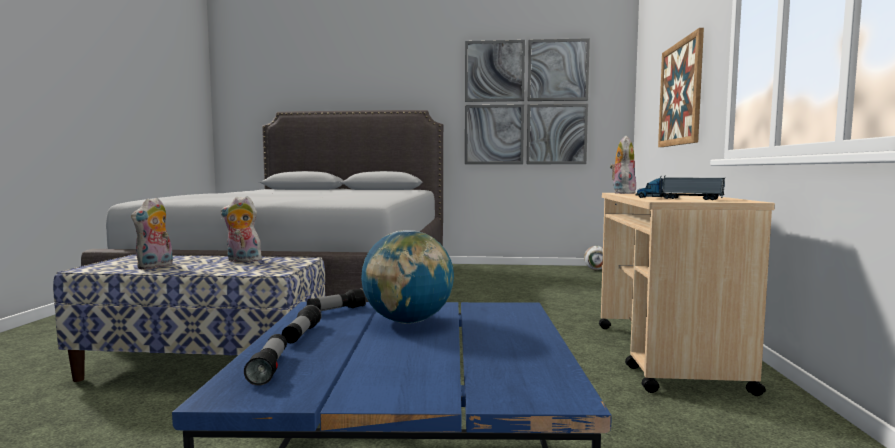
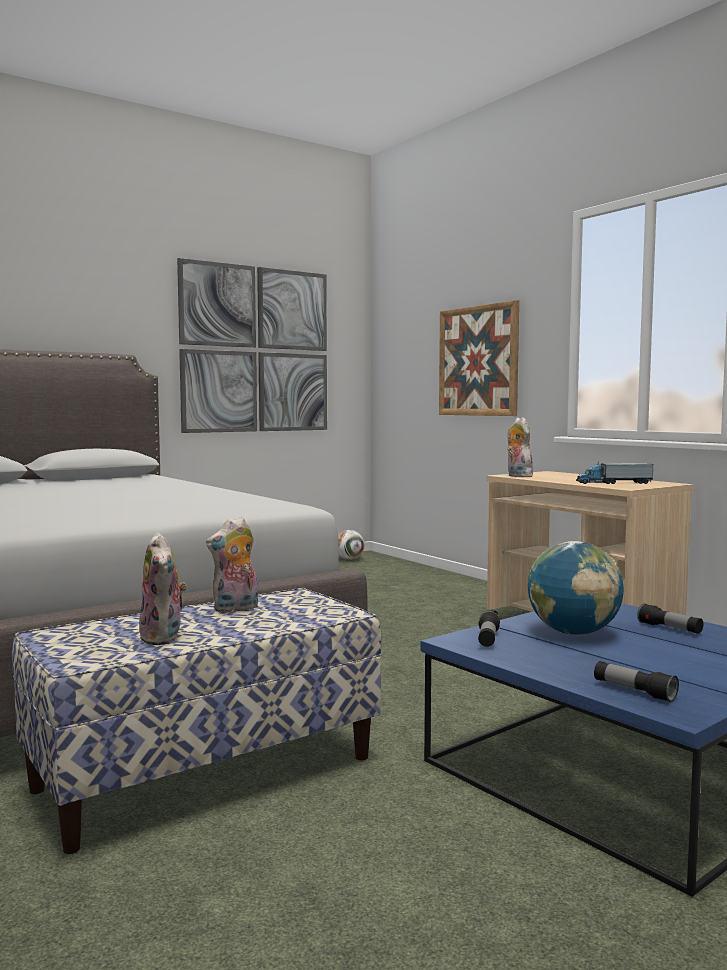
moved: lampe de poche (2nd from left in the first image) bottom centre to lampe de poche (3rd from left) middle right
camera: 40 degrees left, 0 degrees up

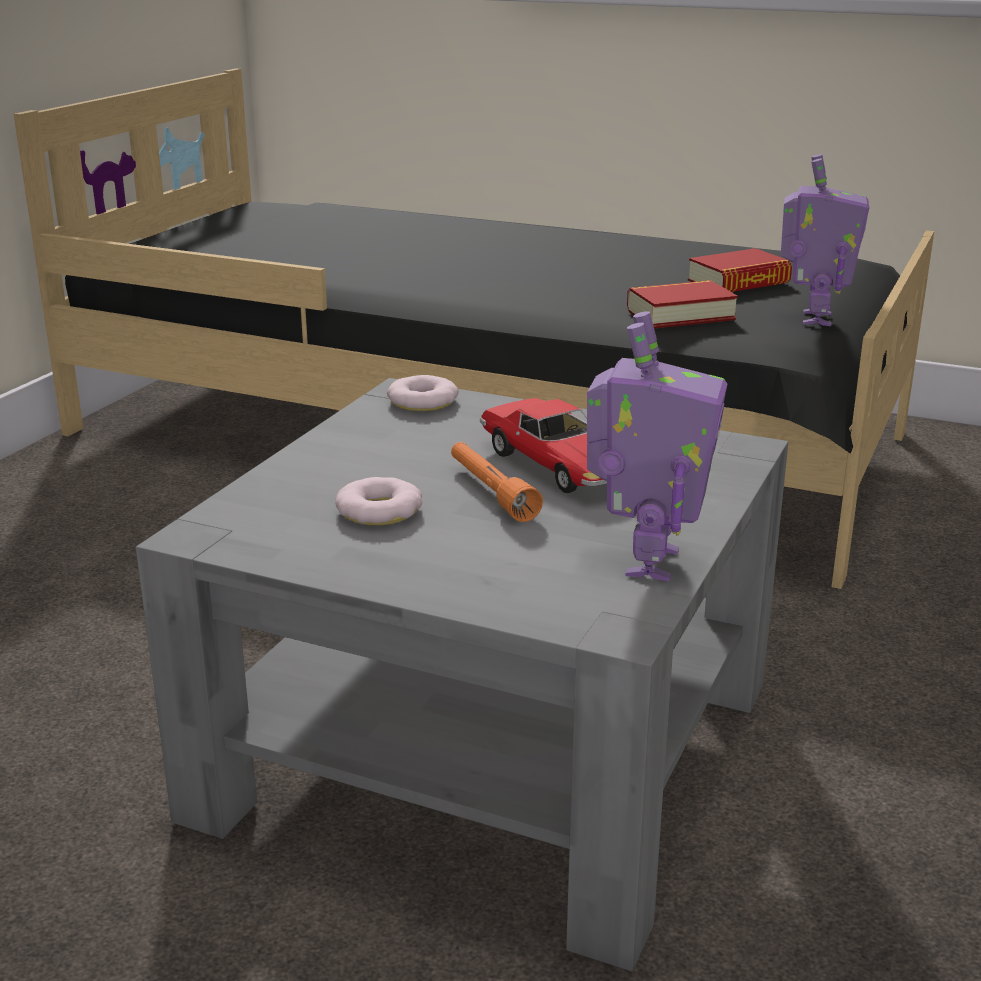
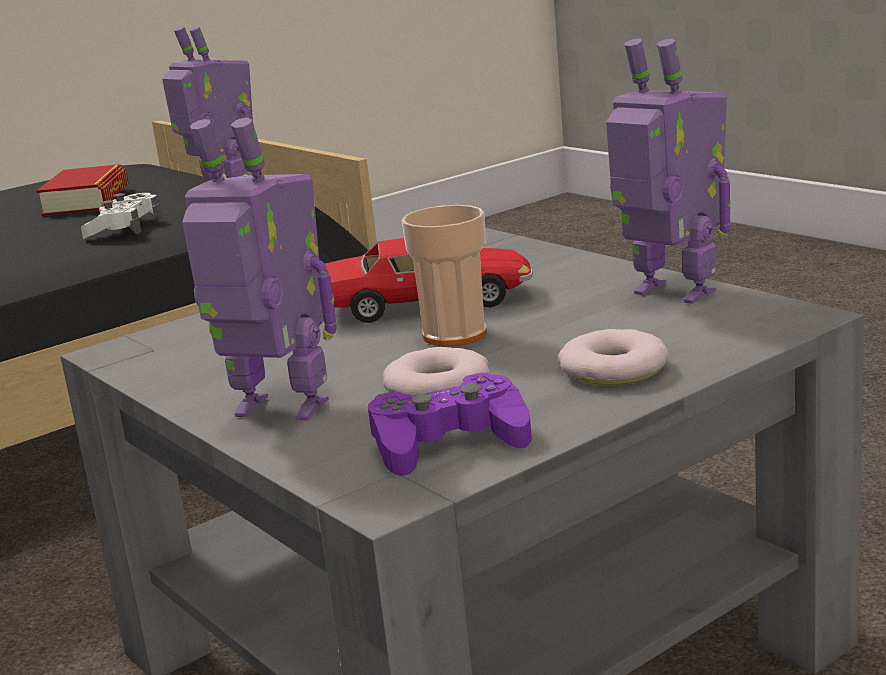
added: robot jouet (2nd from left) middle left; manette [violet] centre
moved: beignet (2nd from left) centre to middle right
replaced: lampe de poche [orange] centre to tasse centre; livre (1st from left) top right to manette [blanc] top left
camera: 60 degrees left, 5 degrees down

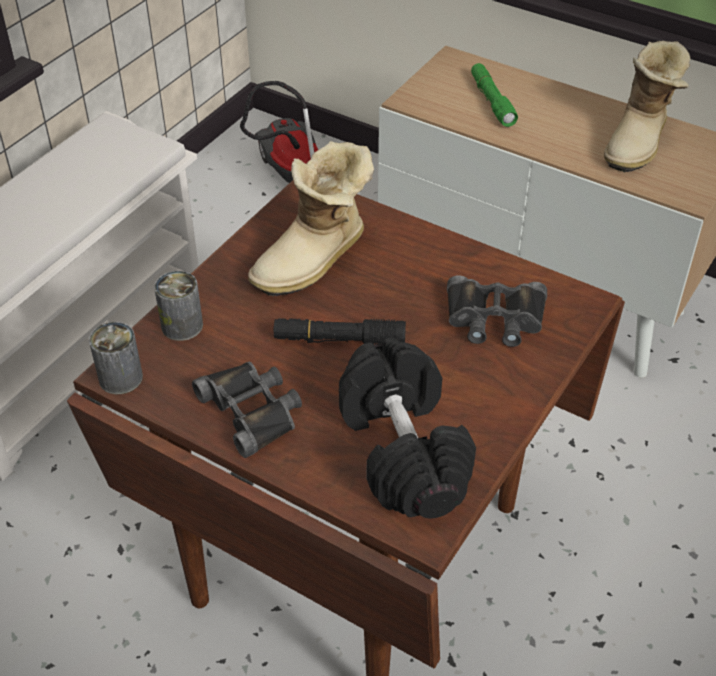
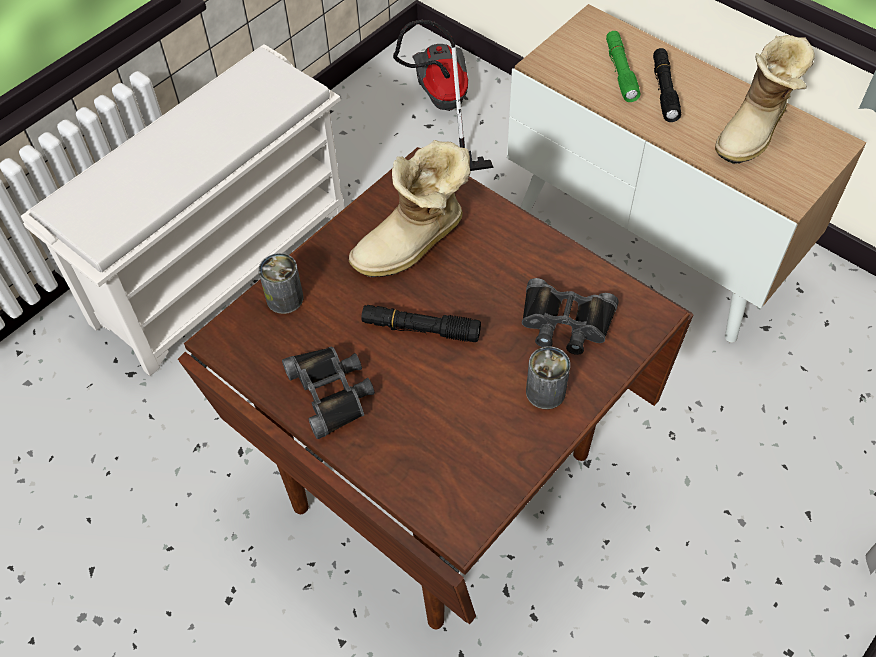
removed: haltère [noir] centre
added: lampe de poche [noir] (2nd from left) top right
moved: boîte métallique (1st from left in the first image) middle left to boîte métallique (2nd from left) centre
camera: 10 degrees right, 10 degrees up

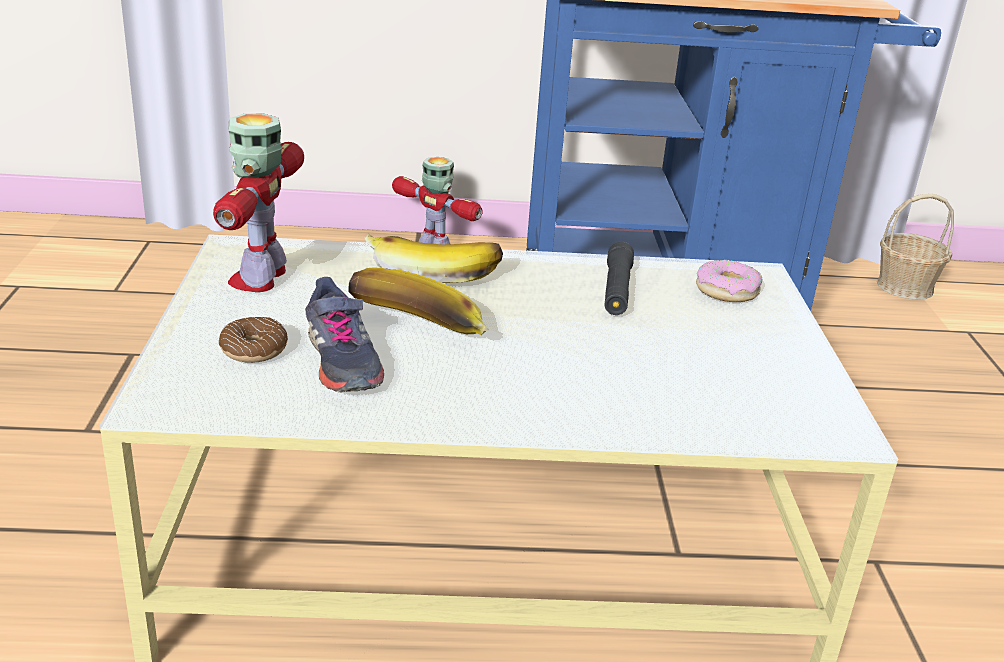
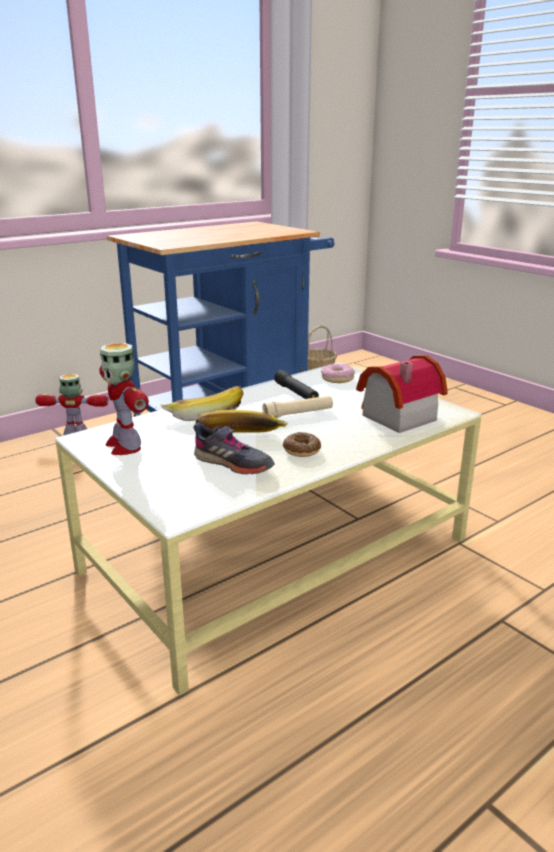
added: lampe de poche [beige] centre; maison miniature middle right
moved: beignet (1st from left) middle left to centre
camera: 35 degrees left, 5 degrees down

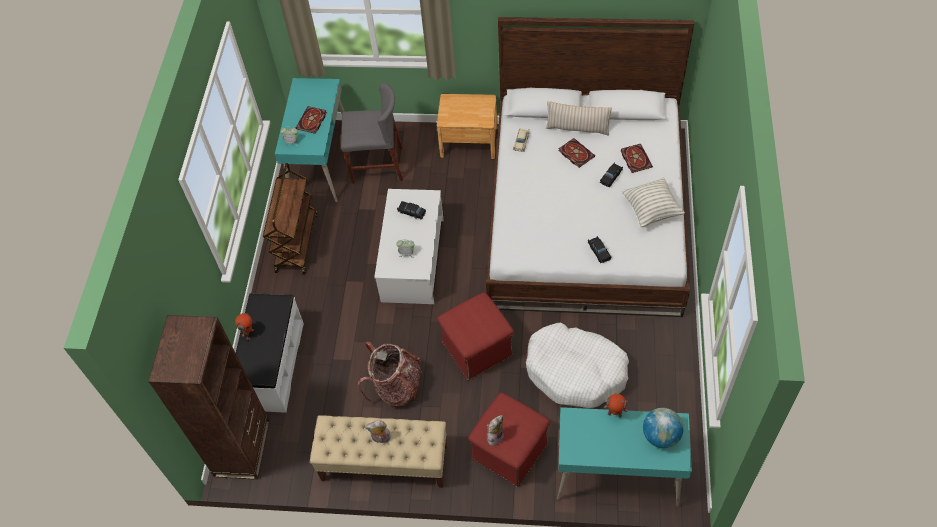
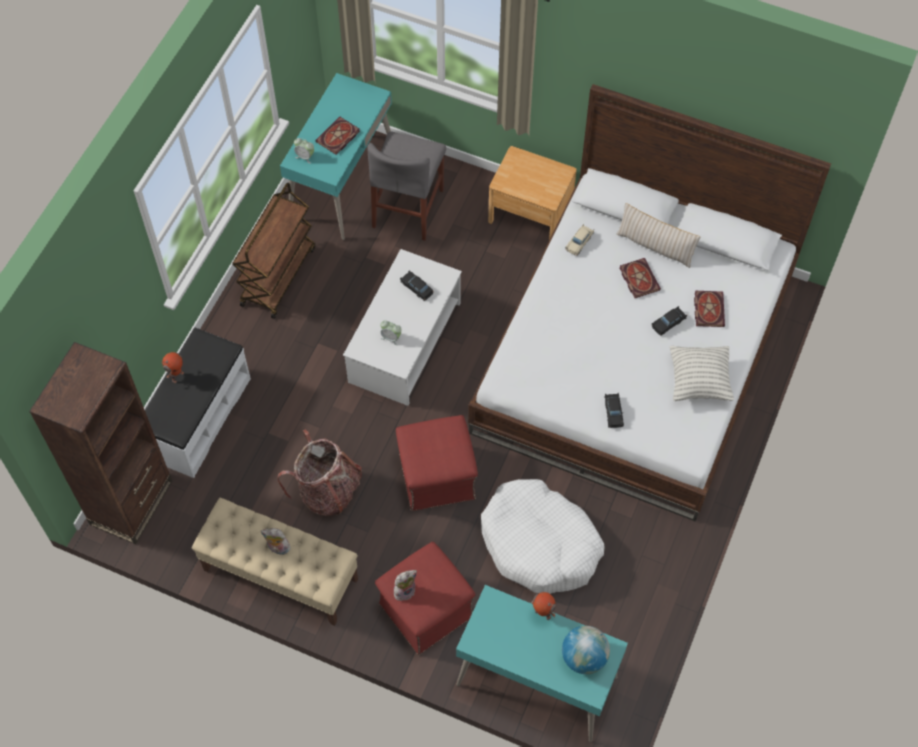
turned: chaise [gris] top centre = top centre 90 degrees clockwise
camera: 15 degrees right, 5 degrees up

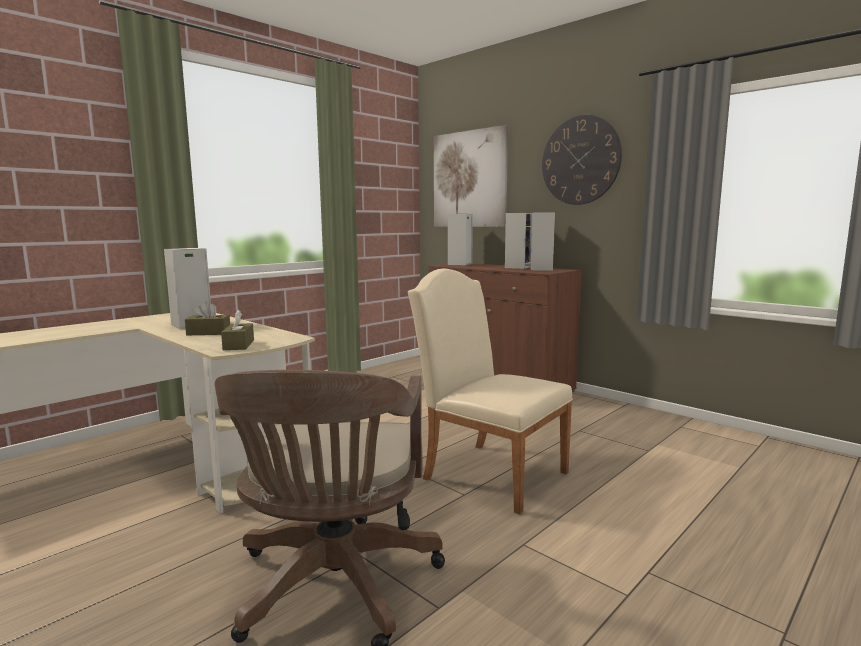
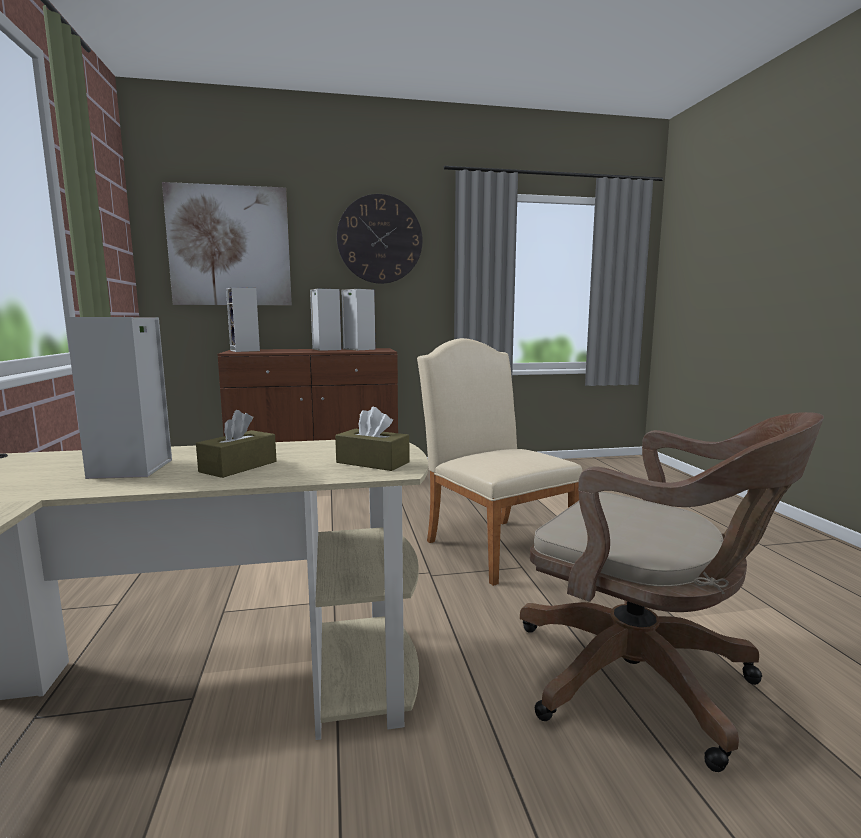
turned: chaise [beige] centre = centre 75 degrees clockwise
camera: 55 degrees left, 0 degrees up

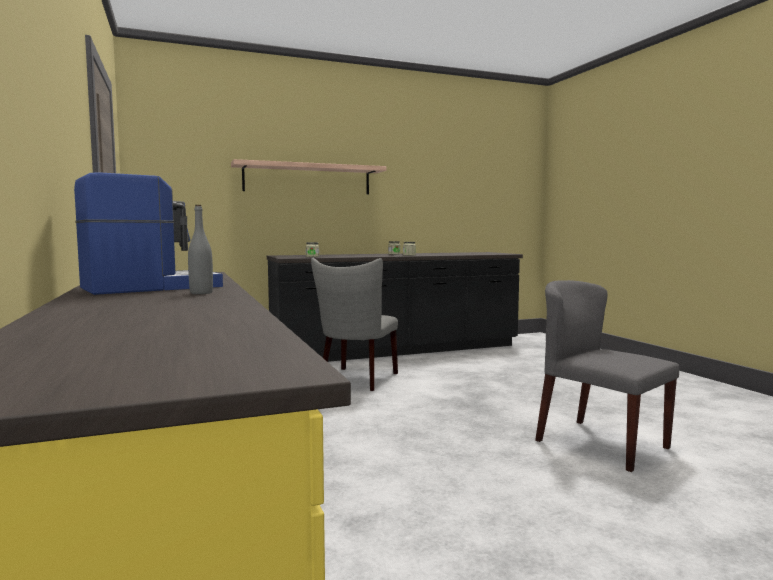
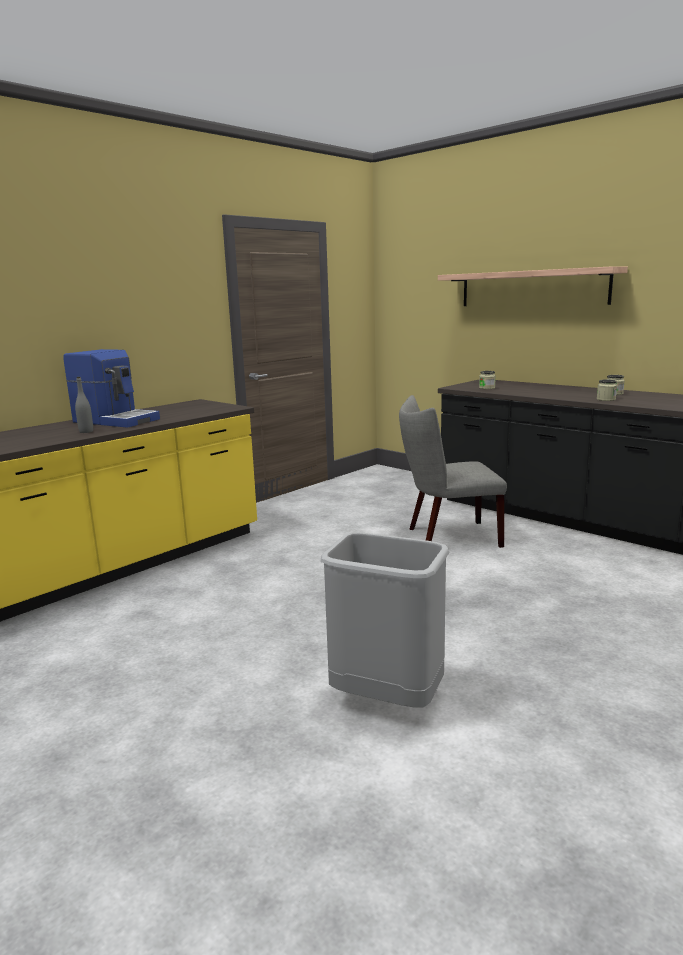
replaced: chaise [gris] (2nd from left) middle right to poubelle [gris] centre
camera: 65 degrees right, 10 degrees up

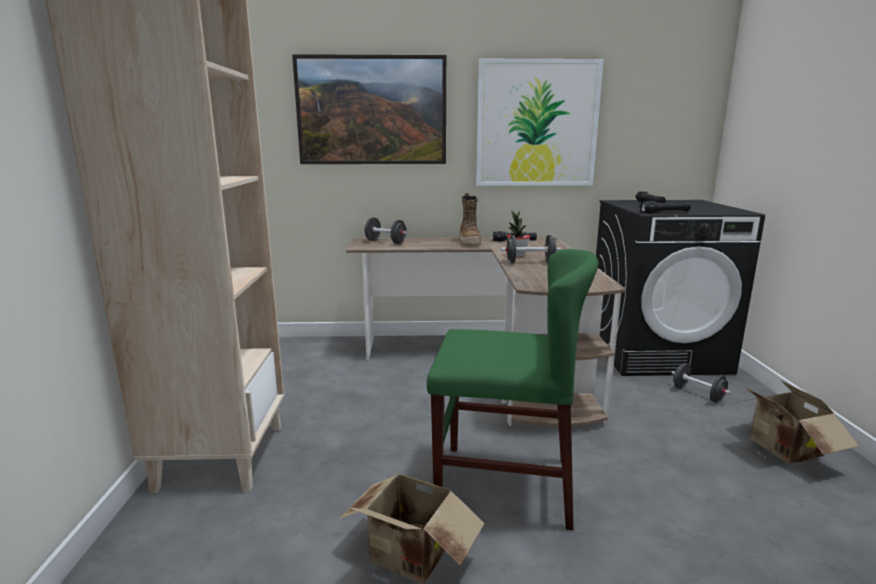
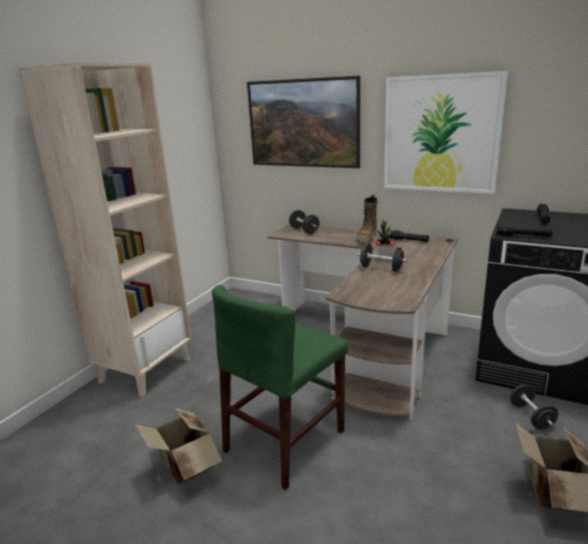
turned: chaise [vert] centre = bottom centre 90 degrees clockwise
camera: 30 degrees right, 5 degrees up

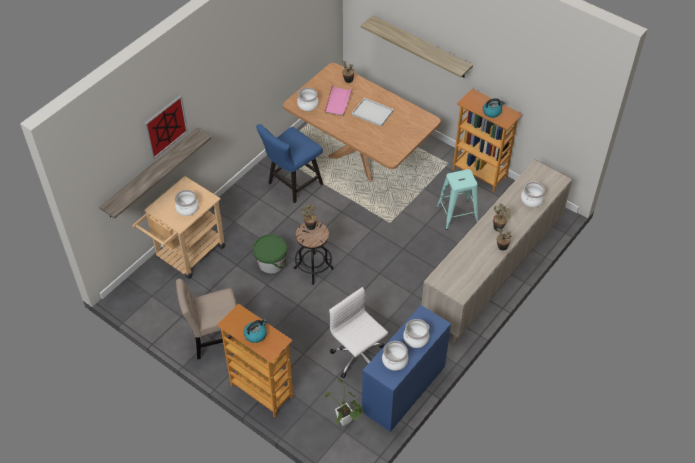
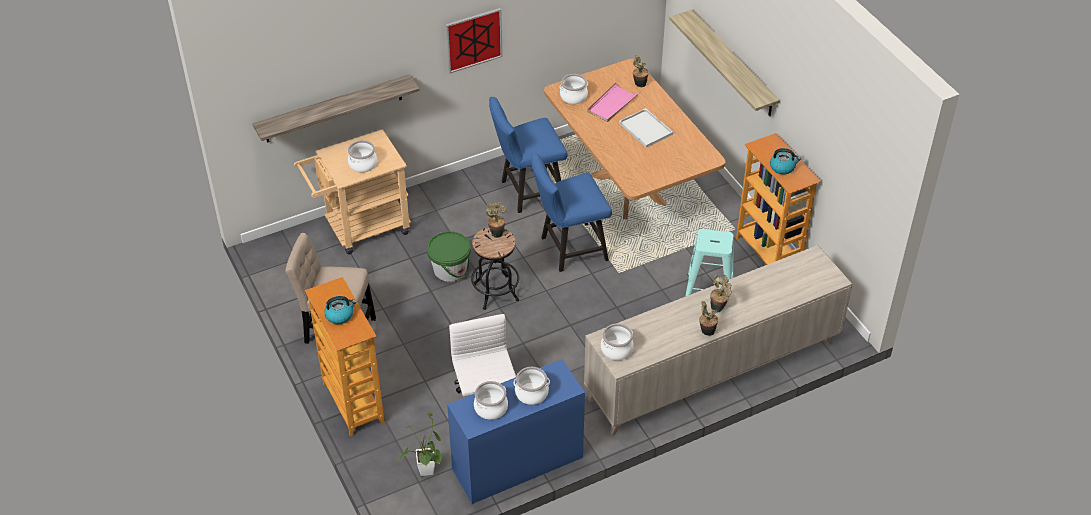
added: chaise [bleu] (2nd from left) centre
moved: tableau top left to top centre; marmite (5th from left) middle right to centre
camera: 25 degrees right, 5 degrees down

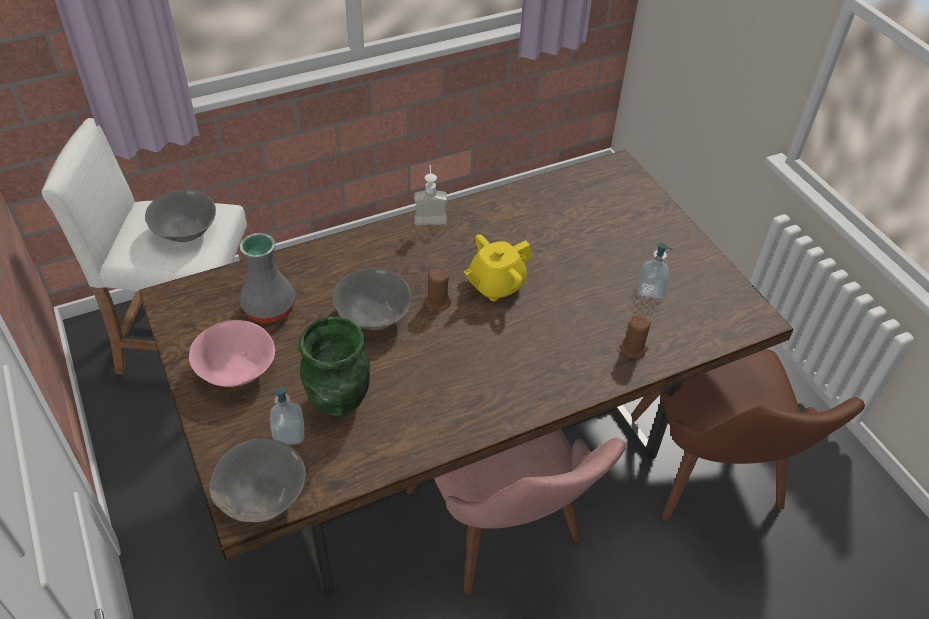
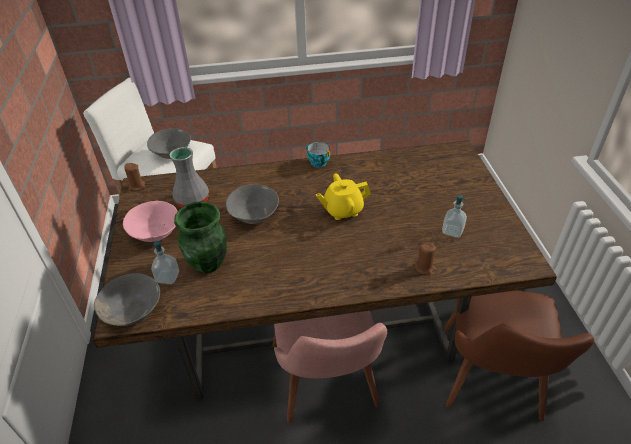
moved: bougie [marron] (1st from left) centre to middle left
replaced: distributeur de savon (2nd from left) top centre to tasse centre
camera: 20 degrees right, 5 degrees down

